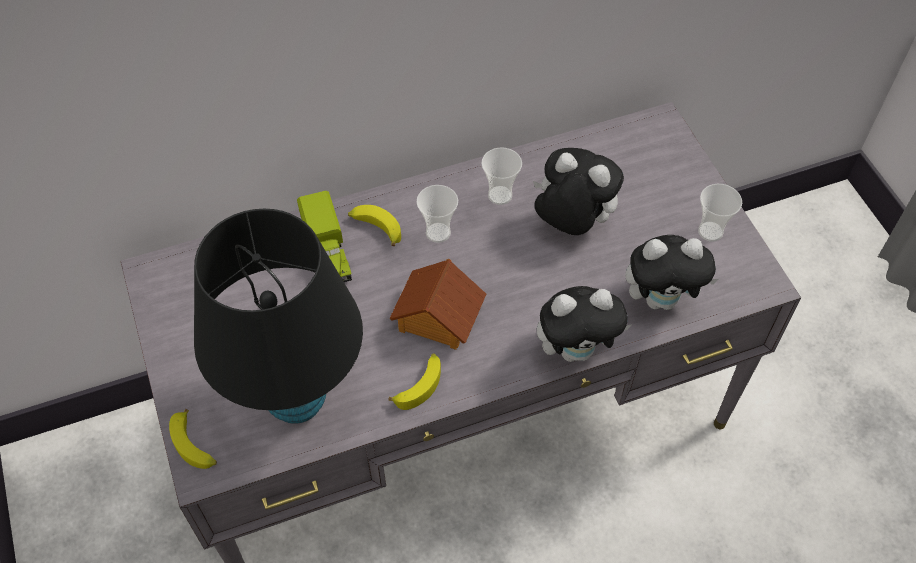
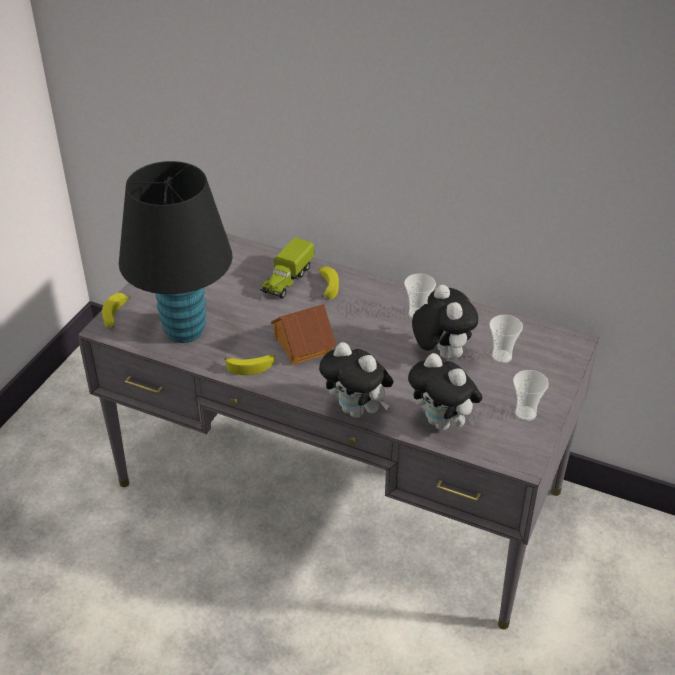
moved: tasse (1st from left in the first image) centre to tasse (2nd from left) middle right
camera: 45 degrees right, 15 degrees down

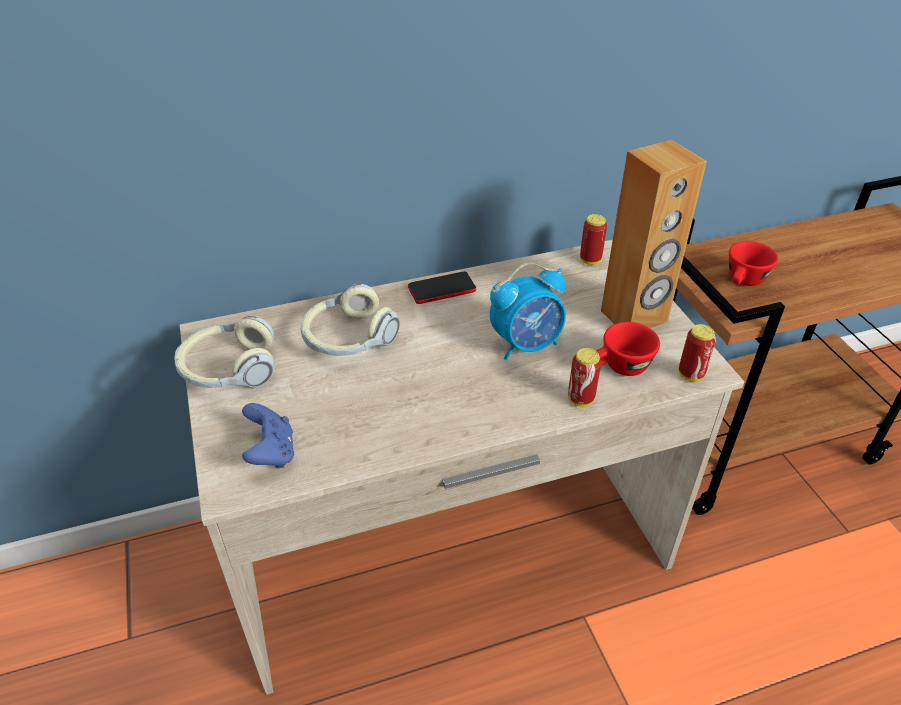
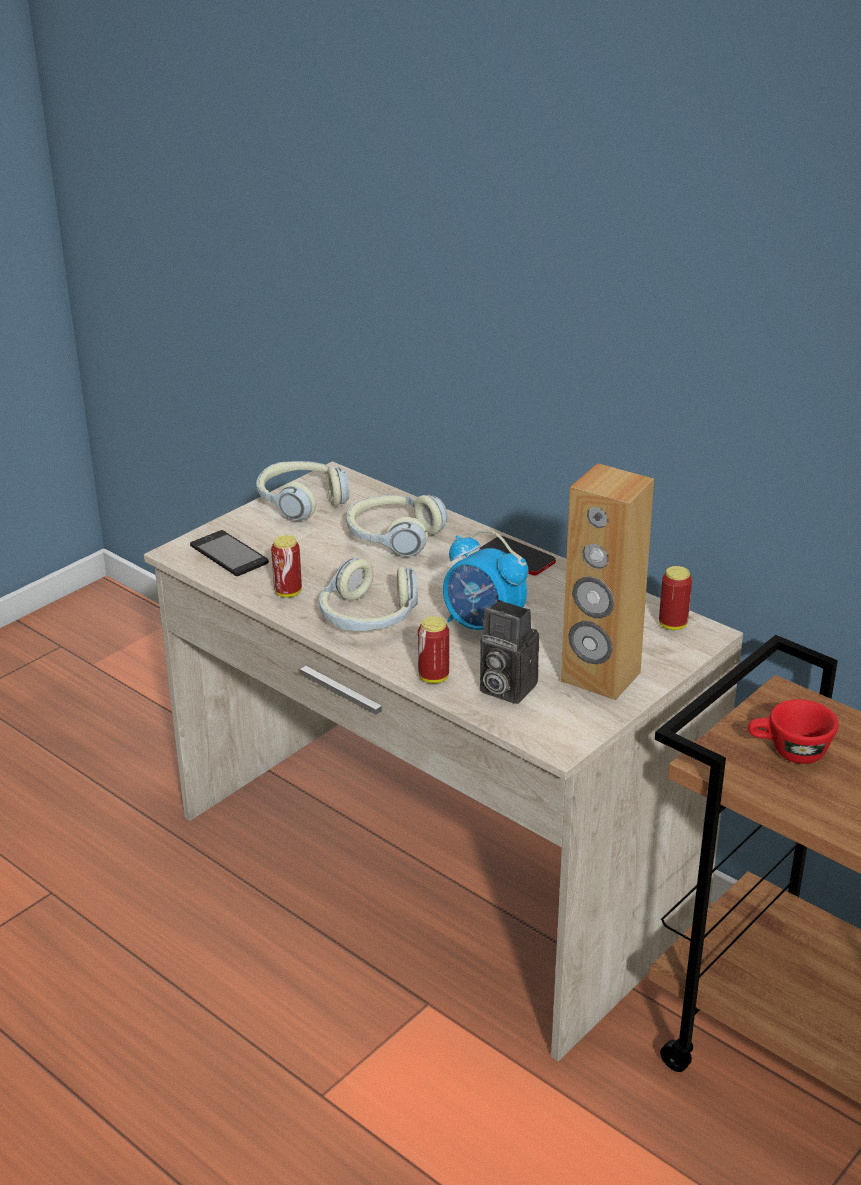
added: casque audio (2nd from left) centre
moved: boîte métallique (3rd from left in the first image) middle right to boîte métallique (1st from left) middle left
replaced: manette [bleu] middle left to téléphone (1st from left) middle left; tasse [rouge] (1st from left) middle right to appareil photo centre
camera: 60 degrees right, 10 degrees down

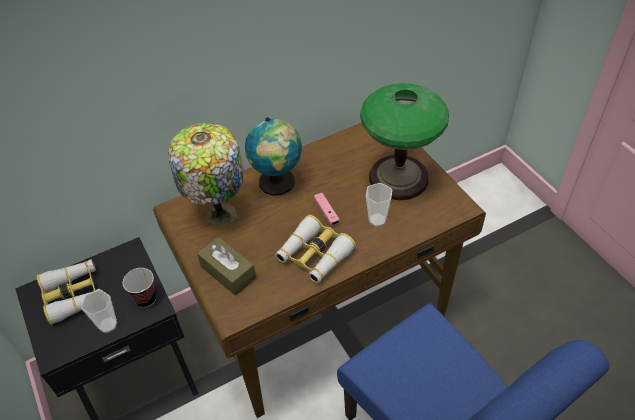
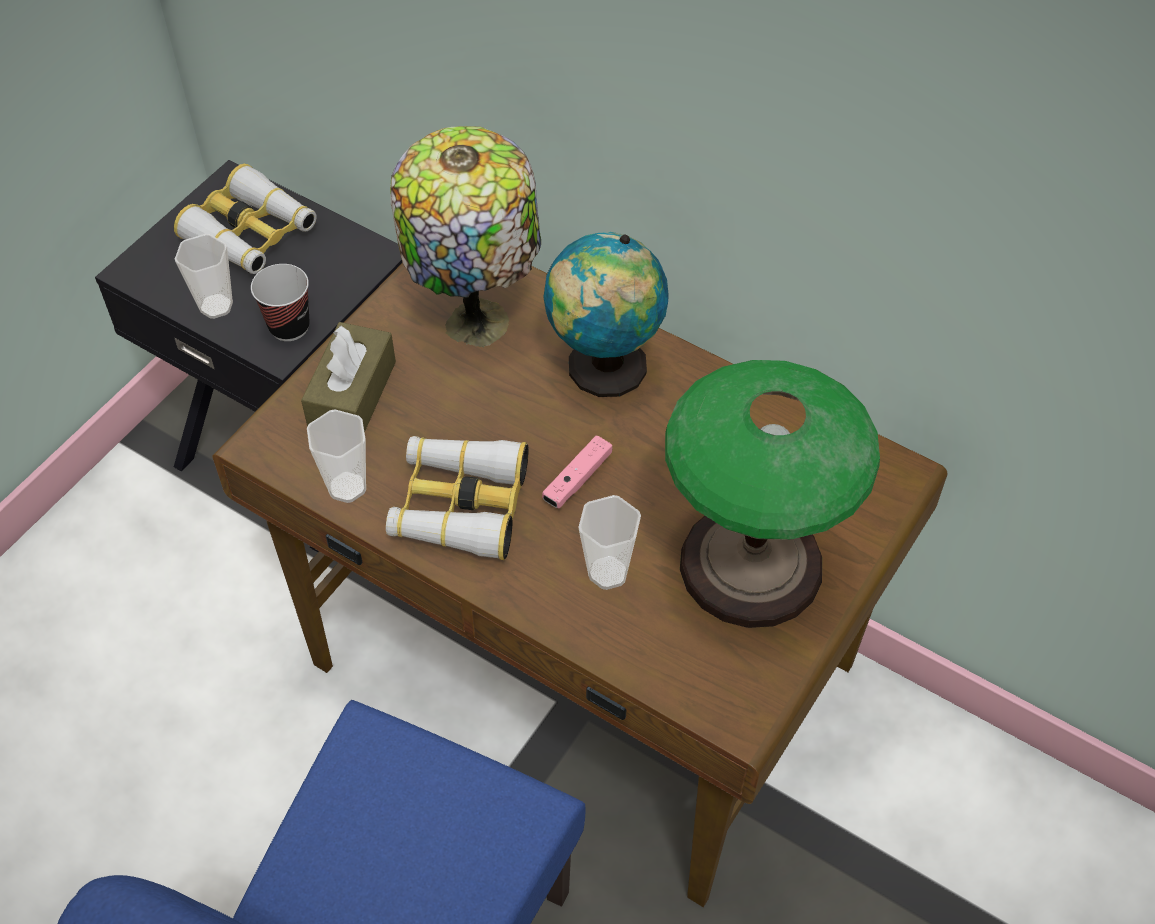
added: tasse (3rd from left) middle left
camera: 60 degrees right, 5 degrees up

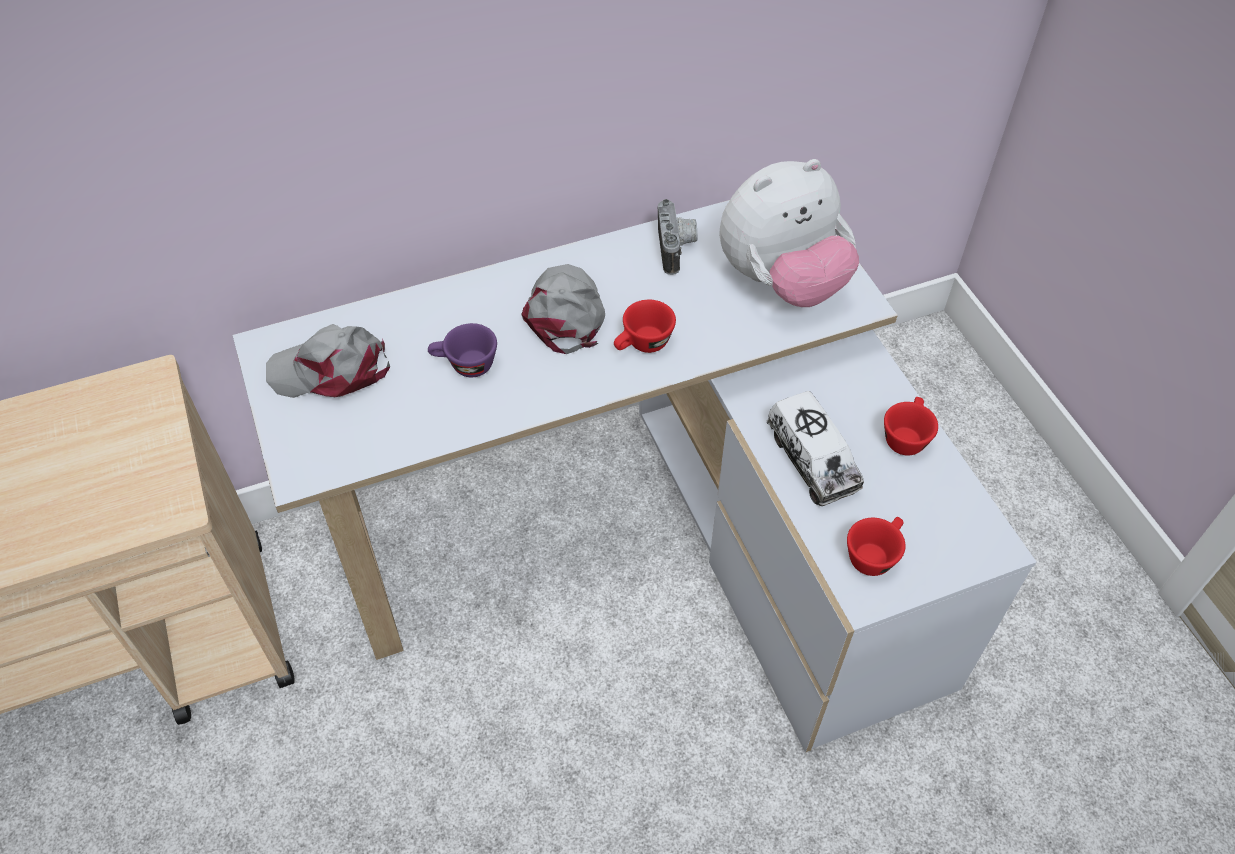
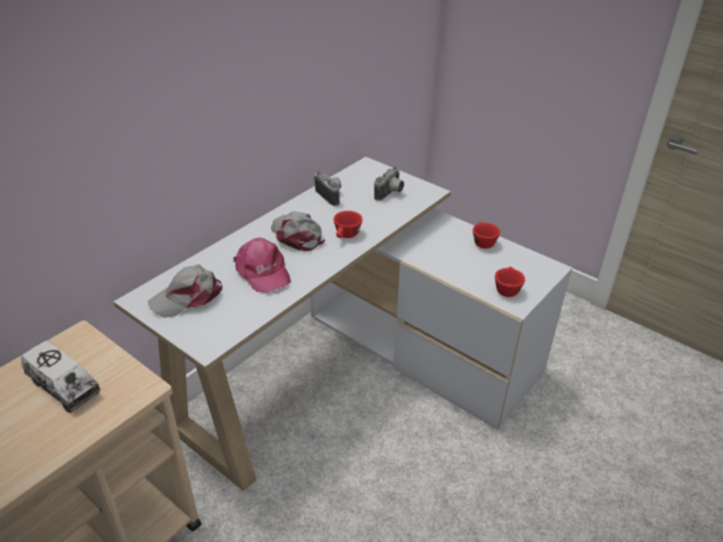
moved: camion jouet centre to bottom left
replaced: tasse [violet] centre to casquette [rose] centre; peluche top centre to appareil photo (2nd from left) centre
camera: 30 degrees left, 15 degrees down

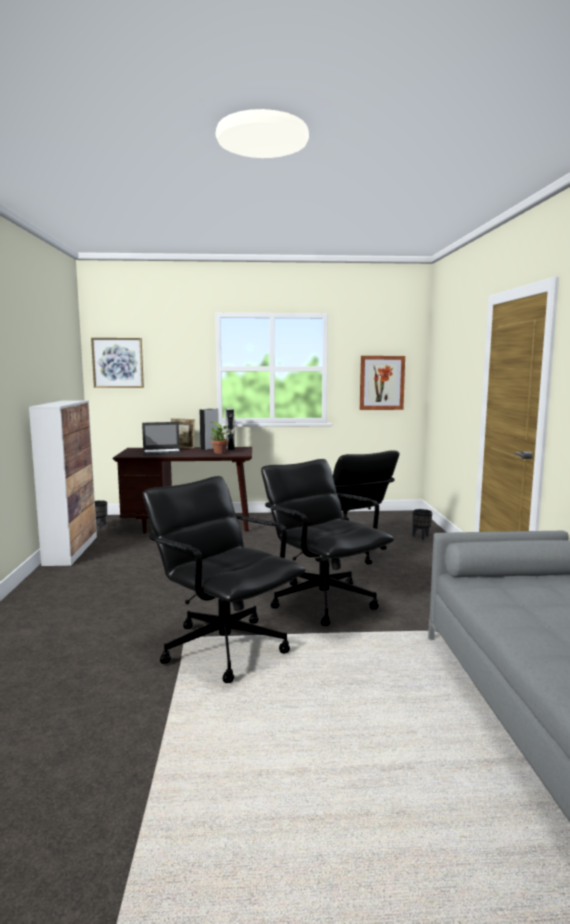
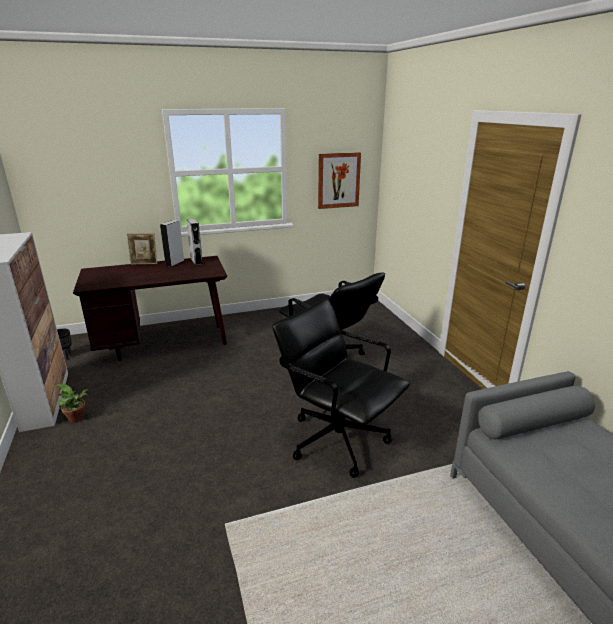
removed: tableau (1st from left) middle left; ordinateur portable middle left; chaise de bureau [noir] (1st from left) centre; cache-pot [noir] (2nd from left) middle right
moved: plante en pot centre to middle left
camera: 15 degrees left, 15 degrees up

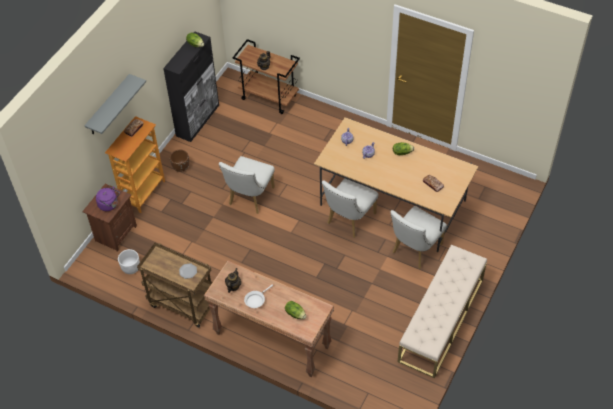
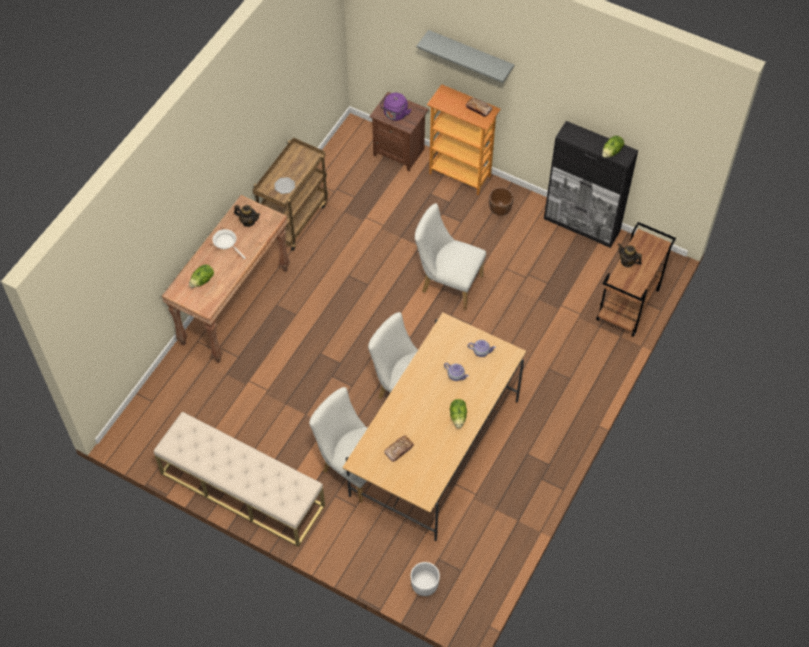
moved: cache-pot [blanc] middle left to bottom centre
camera: 90 degrees right, 5 degrees up

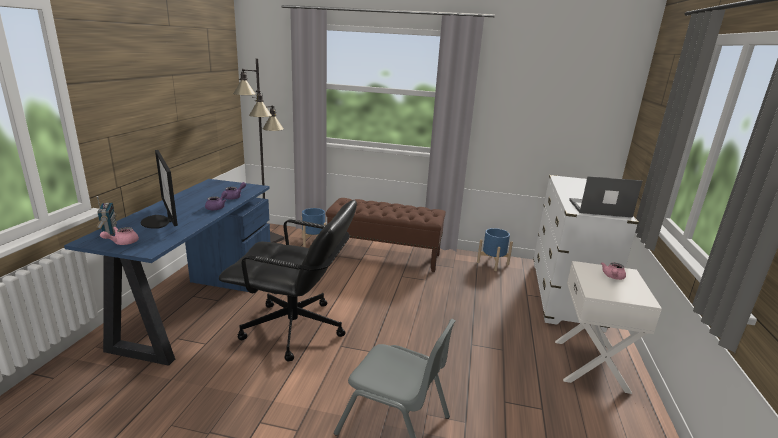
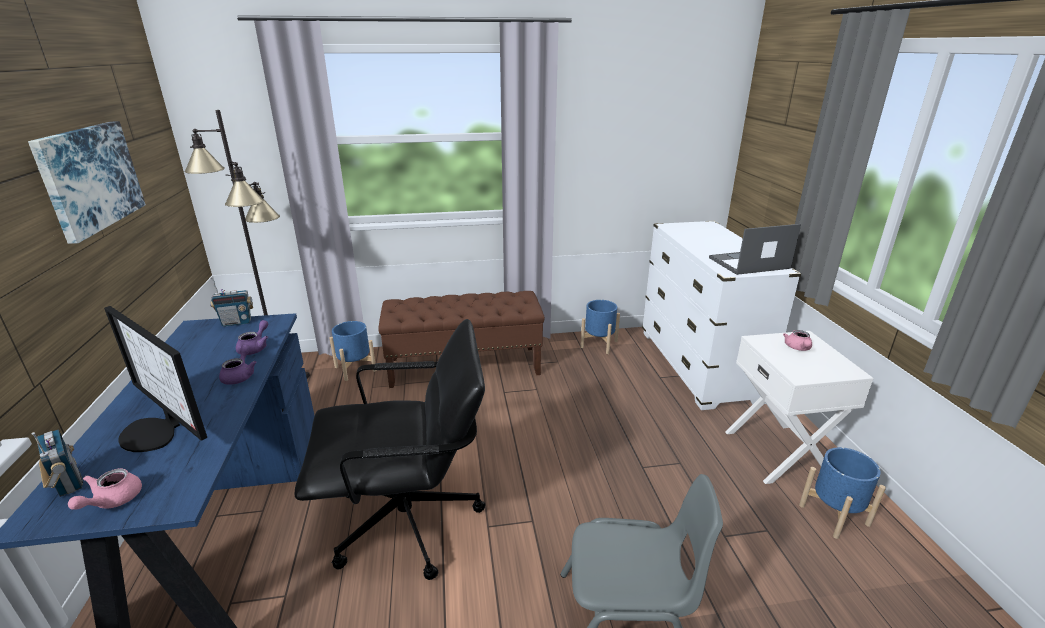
added: tableau top left; radio (2nd from left) middle left; cache-pot [bleu] (3rd from left) bottom right
camera: 20 degrees left, 5 degrees up

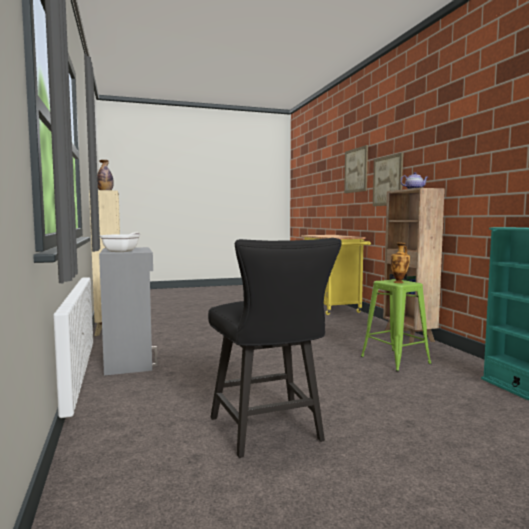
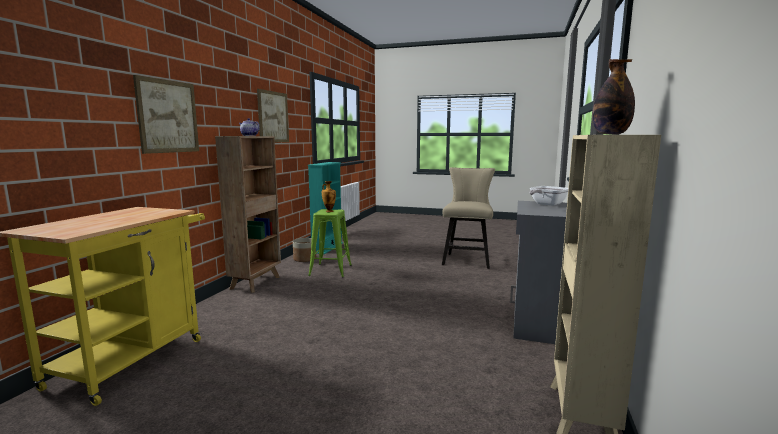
added: cache-pot centre
moved: tableau (1st from left in the first image) top right to tableau (2nd from left) top centre
recoloured: chaise [noir] centre to chaise [beige] centre
camera: 145 degrees left, 5 degrees up

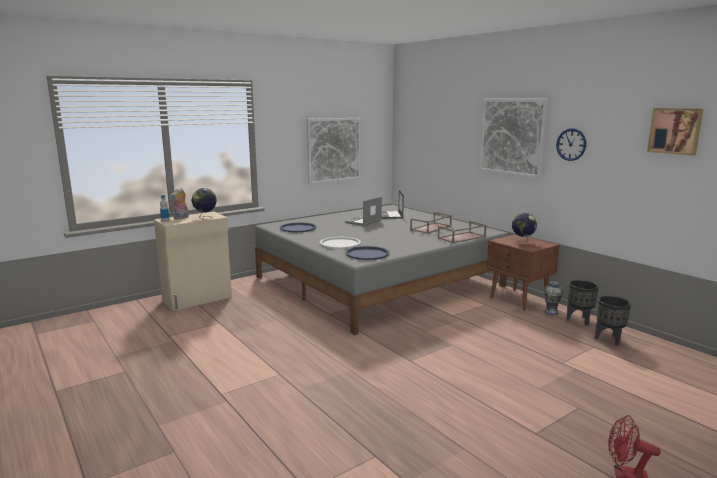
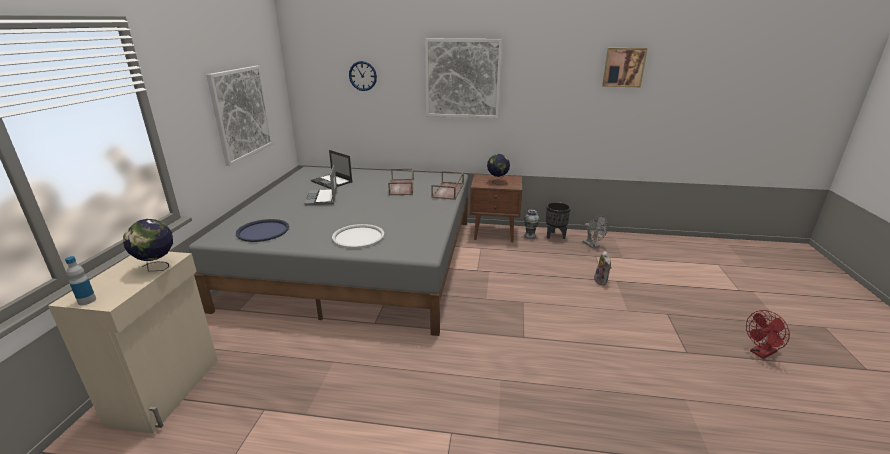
removed: plateau [bleu] (2nd from left) centre
moved: peluche middle left to middle right; horloge murale top right to top centre
replaced: cache-pot [noir] (2nd from left) bottom right to ventilateur [gris] middle right
camera: 45 degrees left, 10 degrees up

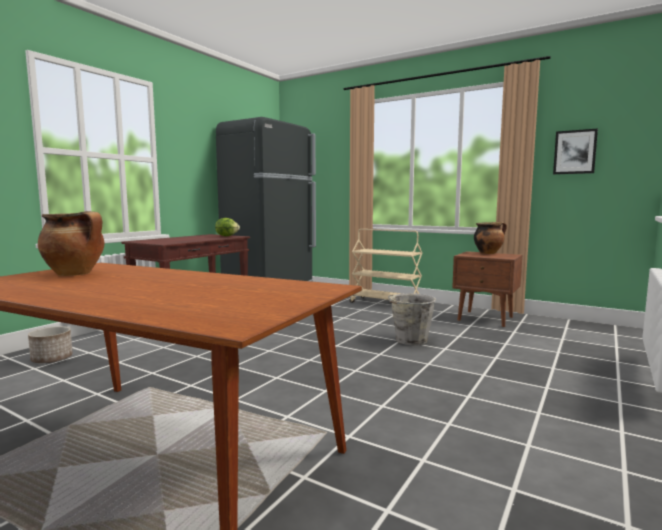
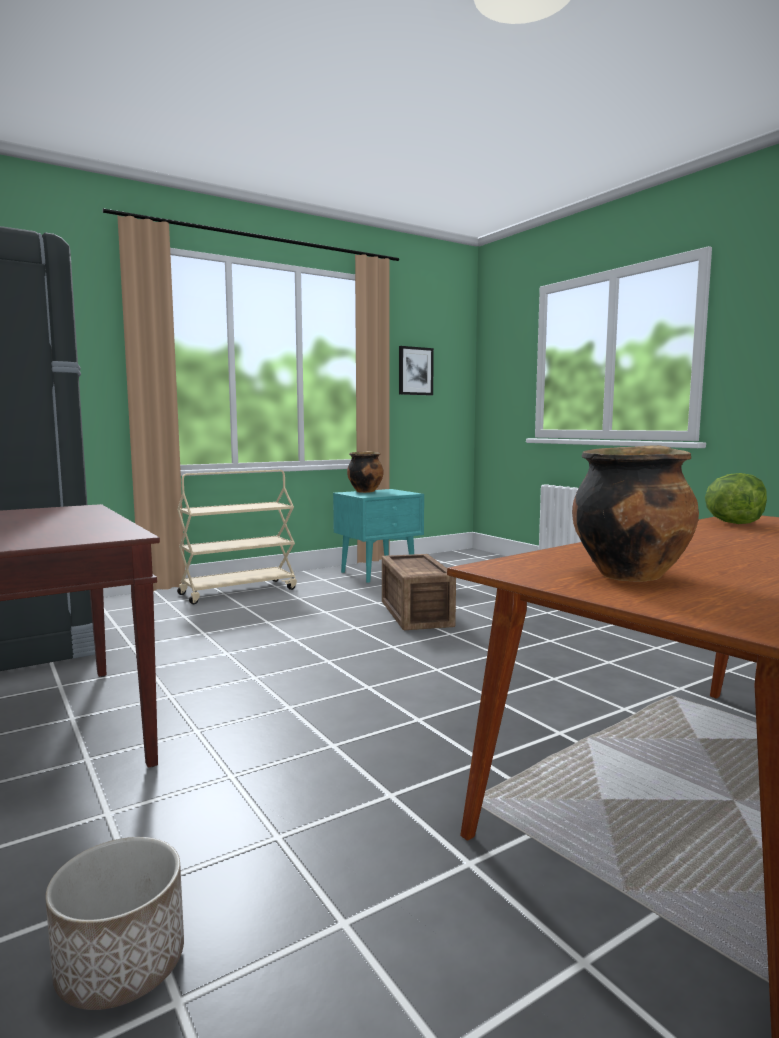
moved: laitue centre to middle right
replaced: seau [gris] centre to caisse centre
recoloured: table de chevet [marron] middle right to table de chevet [turquoise] centre
camera: 65 degrees left, 0 degrees up

